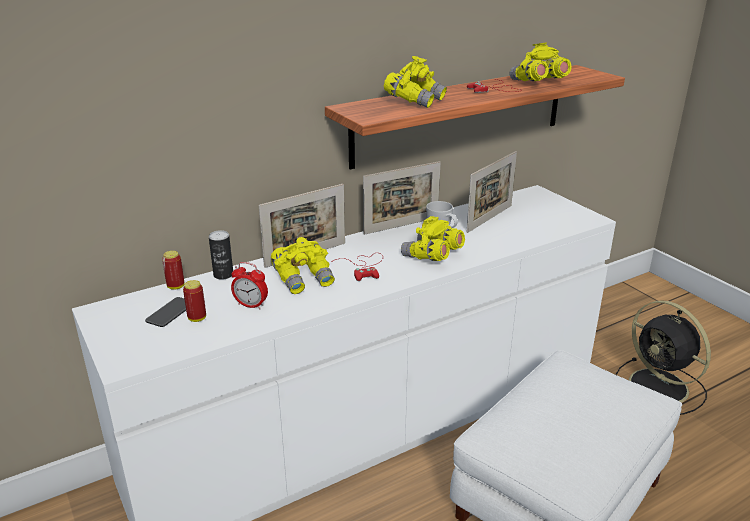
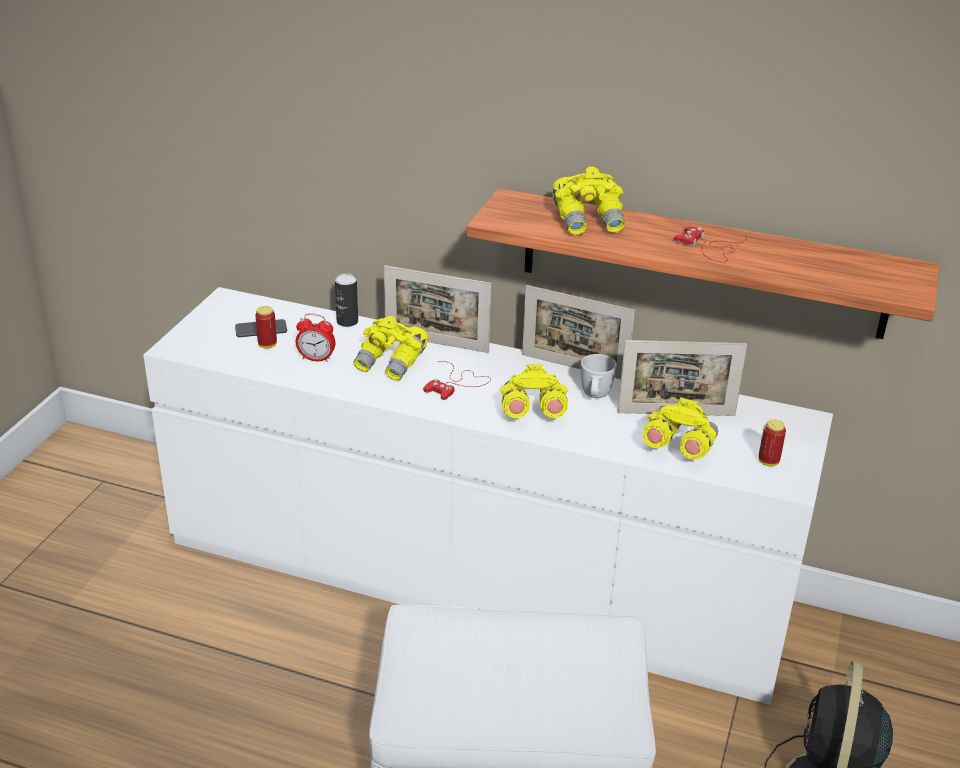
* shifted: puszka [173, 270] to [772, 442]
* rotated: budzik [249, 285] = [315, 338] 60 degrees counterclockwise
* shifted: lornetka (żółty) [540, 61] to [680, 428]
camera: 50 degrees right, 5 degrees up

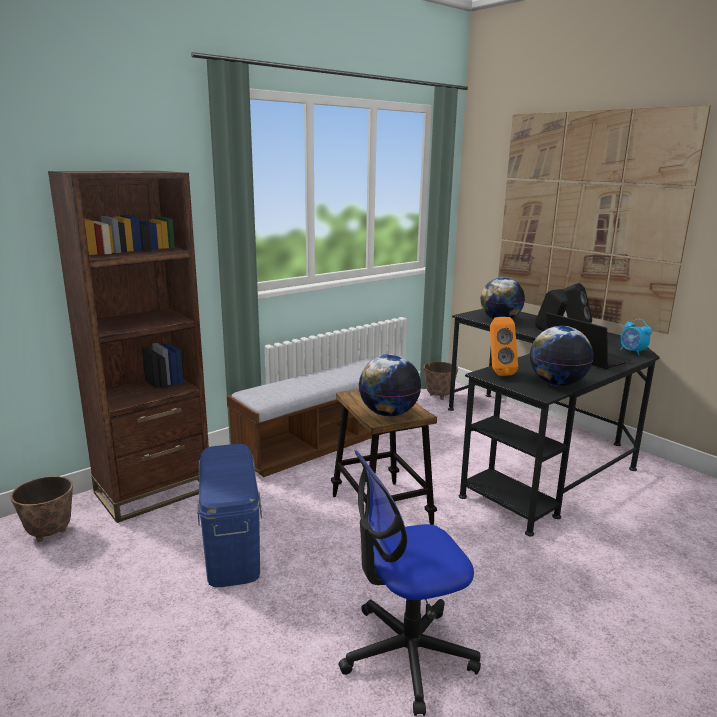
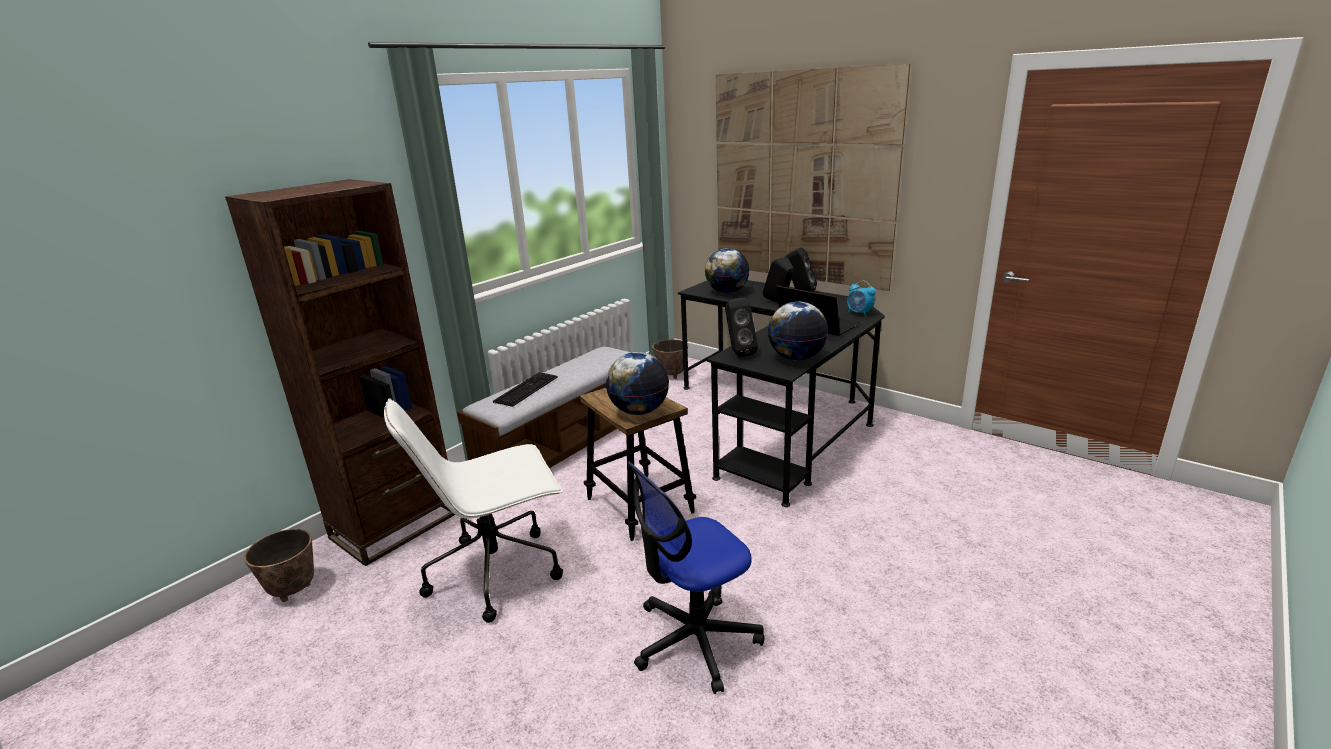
* swapped: pojemnik do przechowywania (niebieski) [229, 515] to krzesło biurowe (biały) [473, 510]
* repainted: głośnik (pomarańczowy) [504, 346] to głośnik (czarny) [741, 327]
* new: klawiatura [525, 389]
camera: 10 degrees left, 5 degrees up

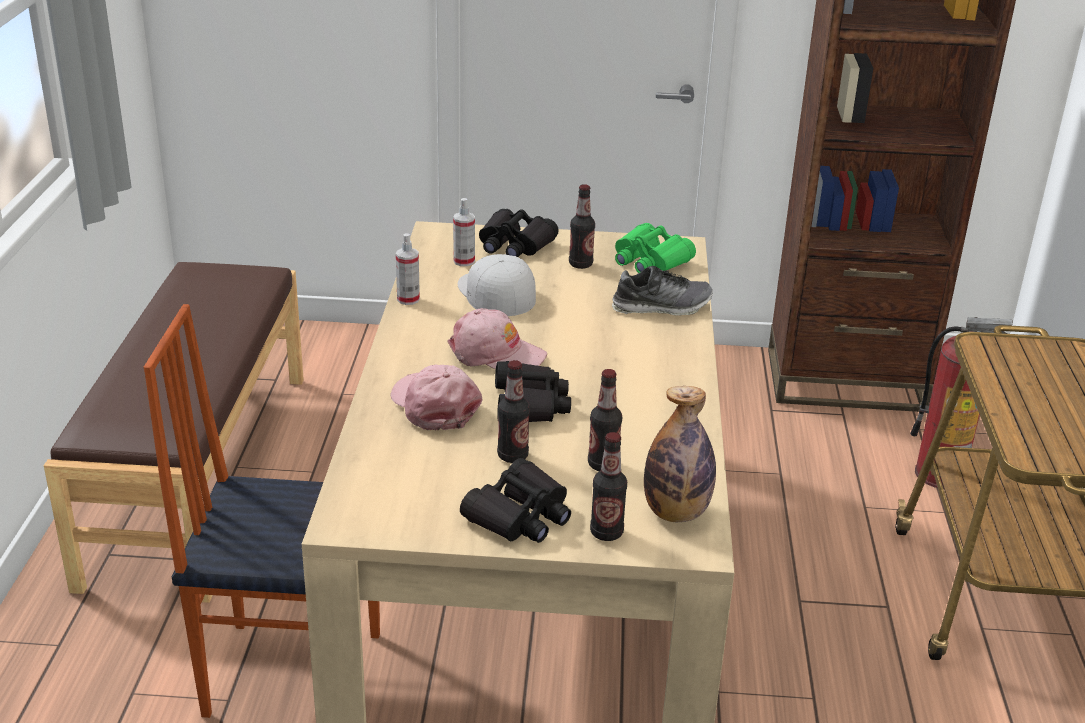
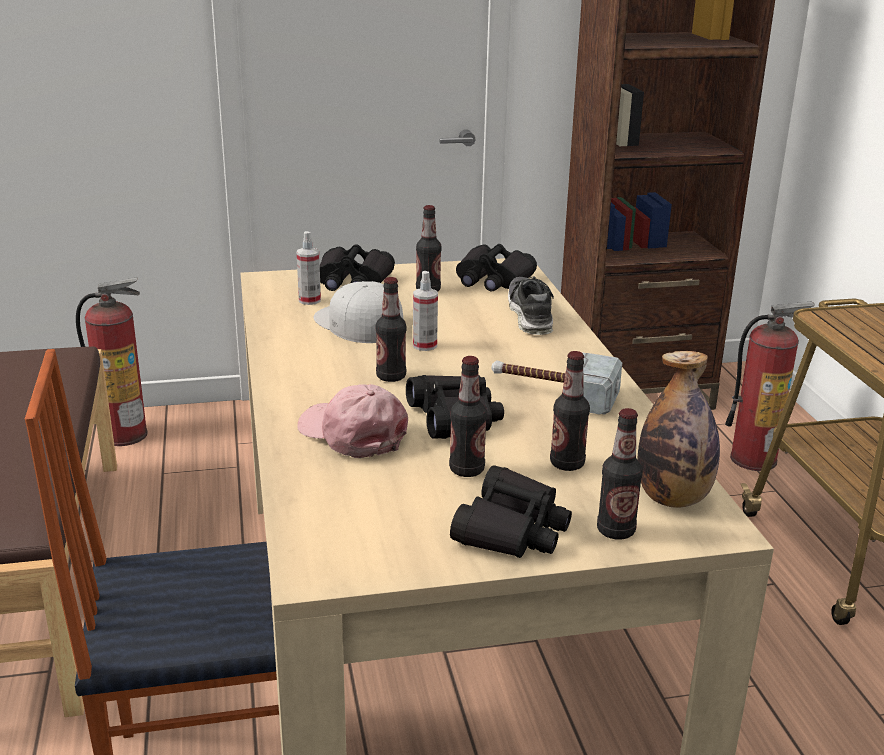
* shifted: spryskiwacz [408, 269] to [425, 311]
* swapped: czapka z daszkiem (różowy) [497, 339] to butelka [391, 329]
* rotated: but [662, 291] = [531, 306] 75 degrees counterclockwise
* repainted: lornetka (zielony) [655, 248] to lornetka (czarny) [496, 267]
* new: gaśnica [112, 361]
* new: młotek [556, 383]
camera: 15 degrees left, 5 degrees down

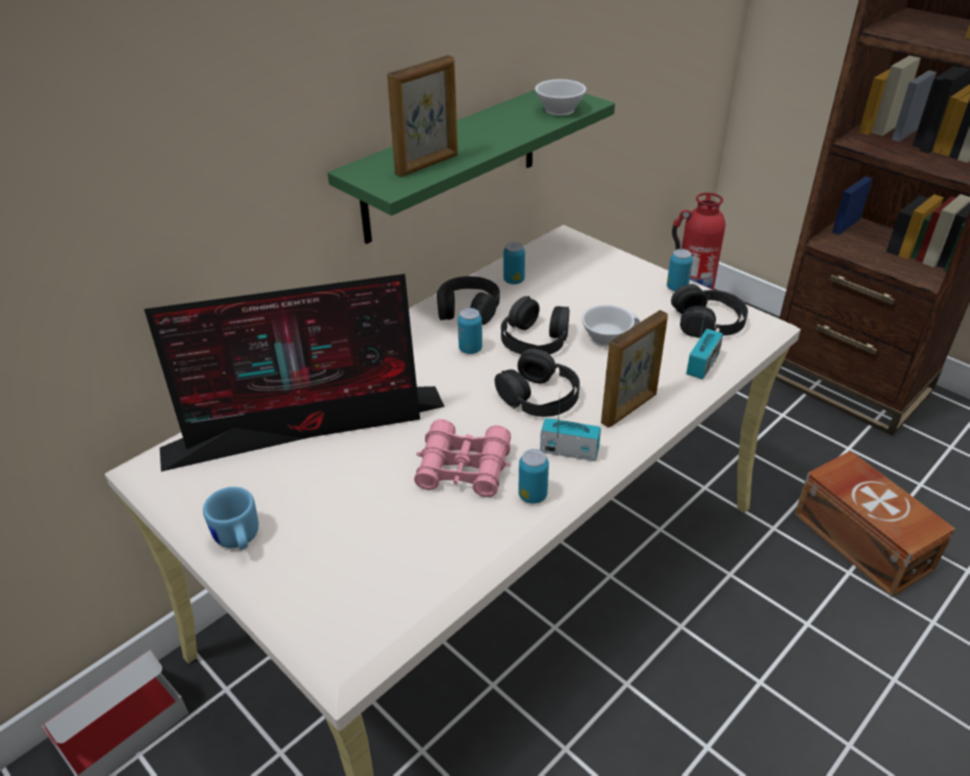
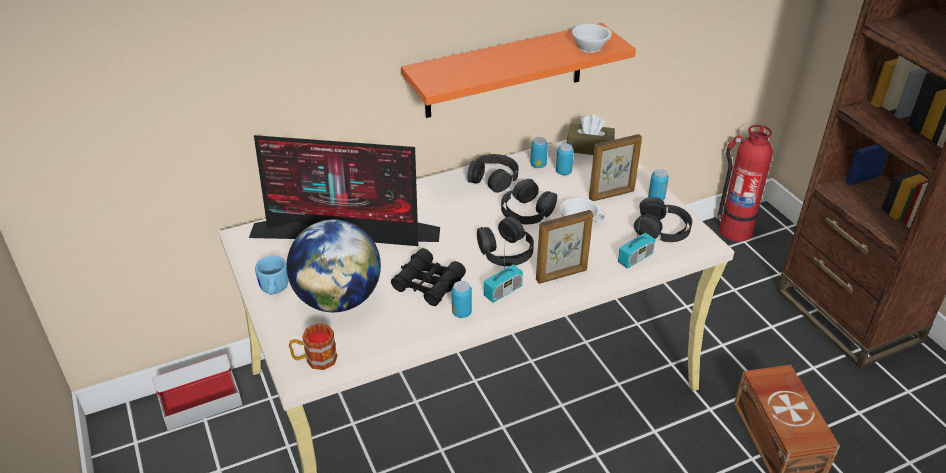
* repainted: półka (zielony) [471, 167] to półka (pomarańczowy) [518, 70]
* shifted: ramka na zdjęcie [422, 116] to [615, 167]
* repainted: lornetka (różowy) [462, 458] to lornetka (czarny) [428, 277]
* shifted: puszka [470, 331] to [565, 159]
* rotated: radio [570, 430] = [503, 278] 105 degrees clockwise
* new: globus [334, 265]
* new: kubek [313, 347]
* new: pudełko chusteczek (brązowy) [591, 135]
camera: 20 degrees right, 0 degrees up

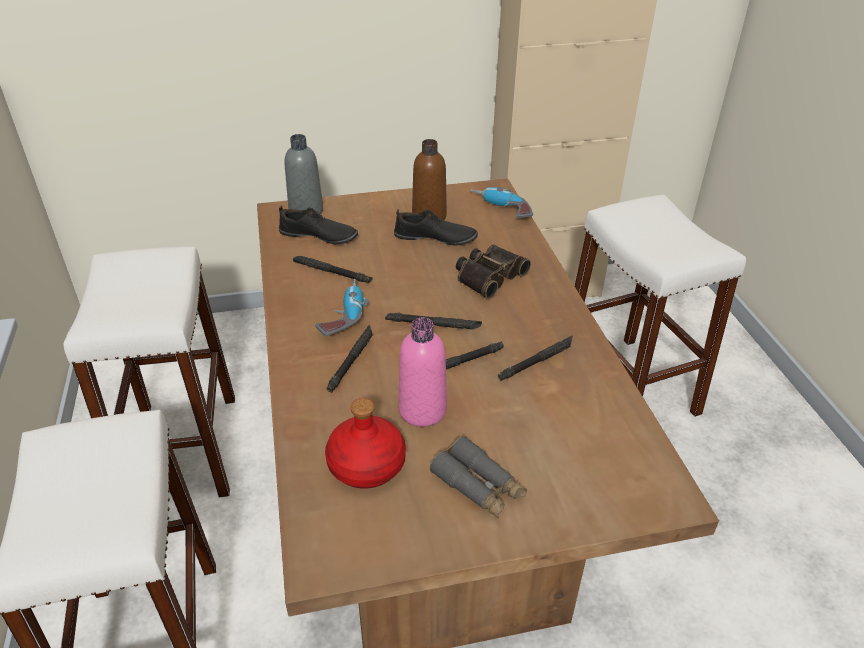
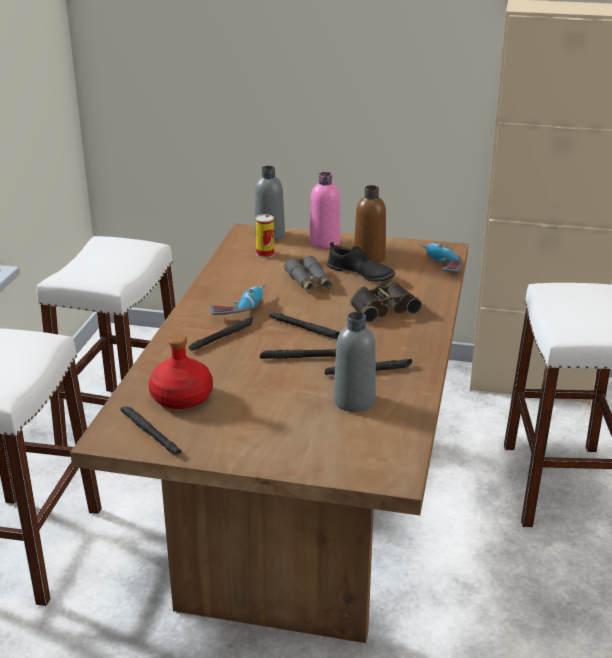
* swapped: but (czarny) [318, 225] to puszka [264, 236]
* shifted: latarka (czarny) [333, 269] to [151, 430]
* shifted: butelka (różowy) [423, 372] to [324, 210]
* shifted: lornetka (szary) [478, 477] to [308, 274]
* new: butelka (szary) [355, 362]
camera: 25 degrees right, 10 degrees down

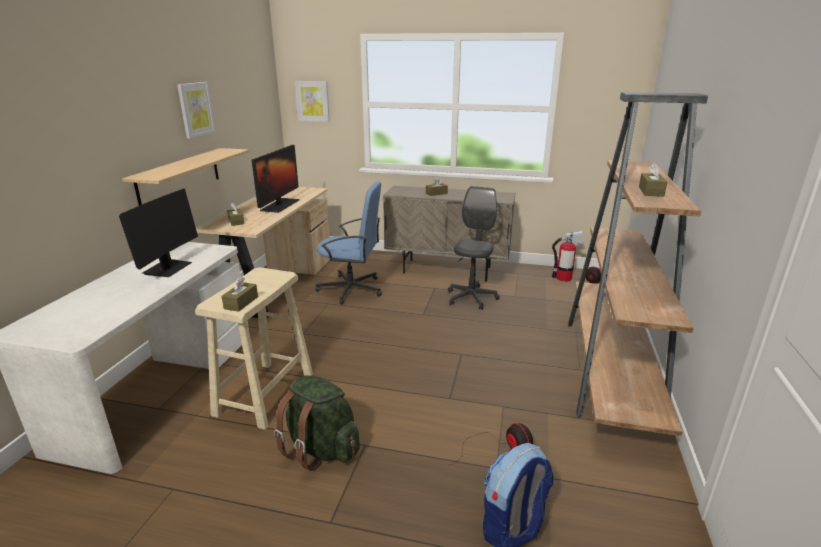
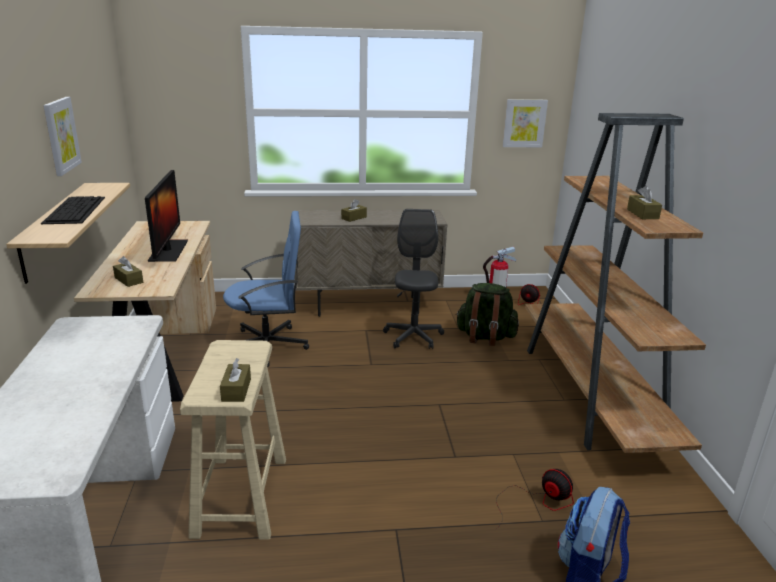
* gone: monitor [158, 232]
* shifted: plecak (zielony) [317, 423] to [487, 314]
* shifted: obraz [312, 101] to [525, 123]
* new: klawiatura [73, 210]
camera: 20 degrees left, 0 degrees up

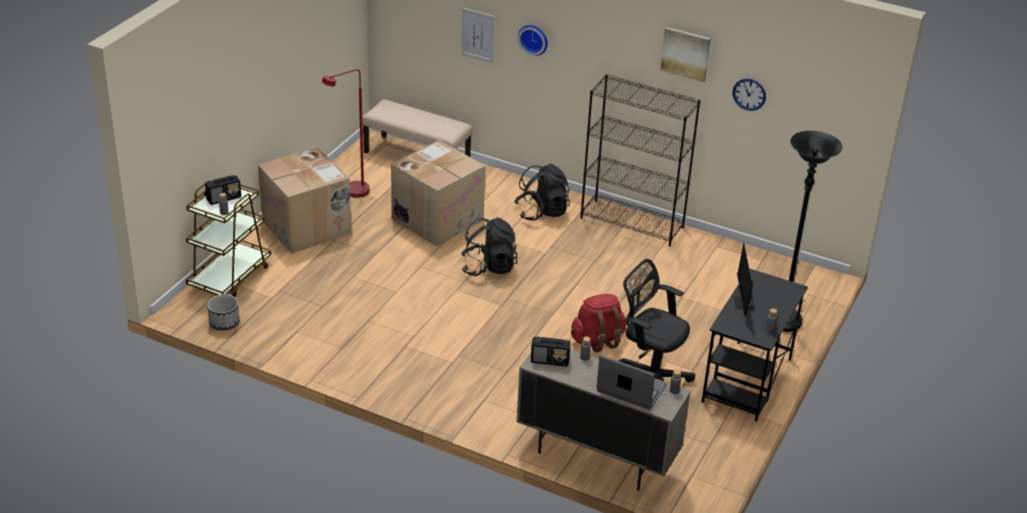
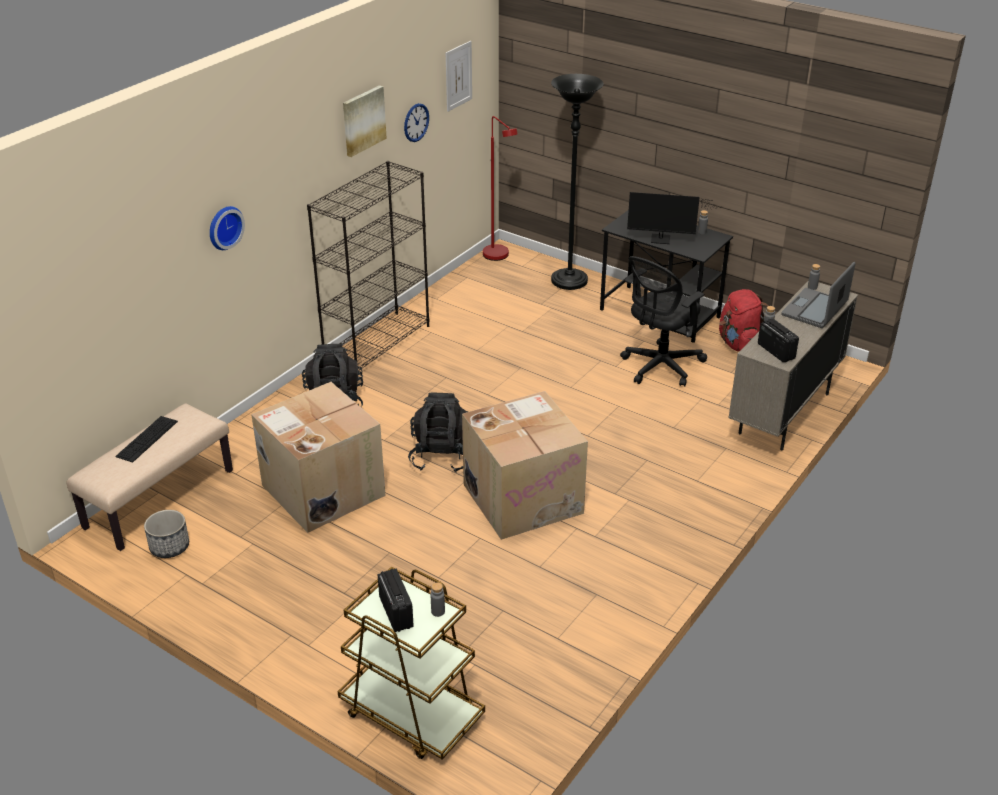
* shifted: donica [223, 312] to [166, 534]
* shifted: karton [304, 200] to [525, 465]
* shifted: lampa stojąca (czerwony) [346, 133] to [500, 188]
* shifted: obraz [478, 35] to [459, 76]
* rotated: radio [551, 351] = [778, 340] 45 degrees counterclockwise
* shifted: plecak (czerwony) [598, 323] to [744, 320]
* new: klawiatura [147, 439]
camera: 80 degrees left, 0 degrees up

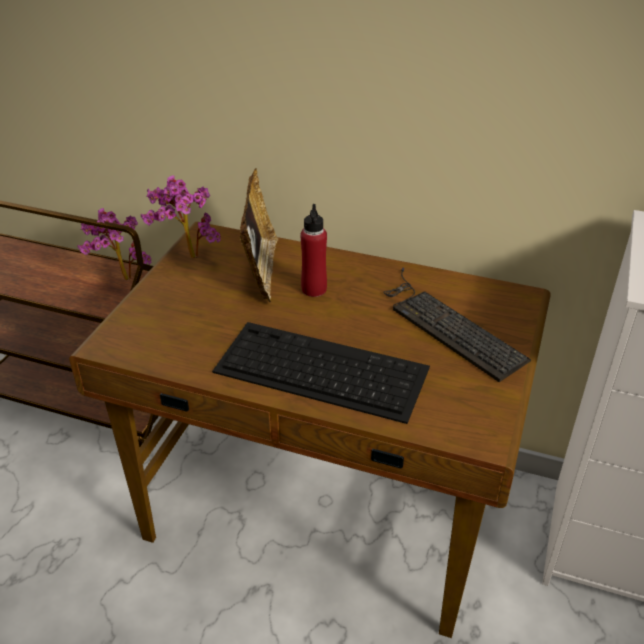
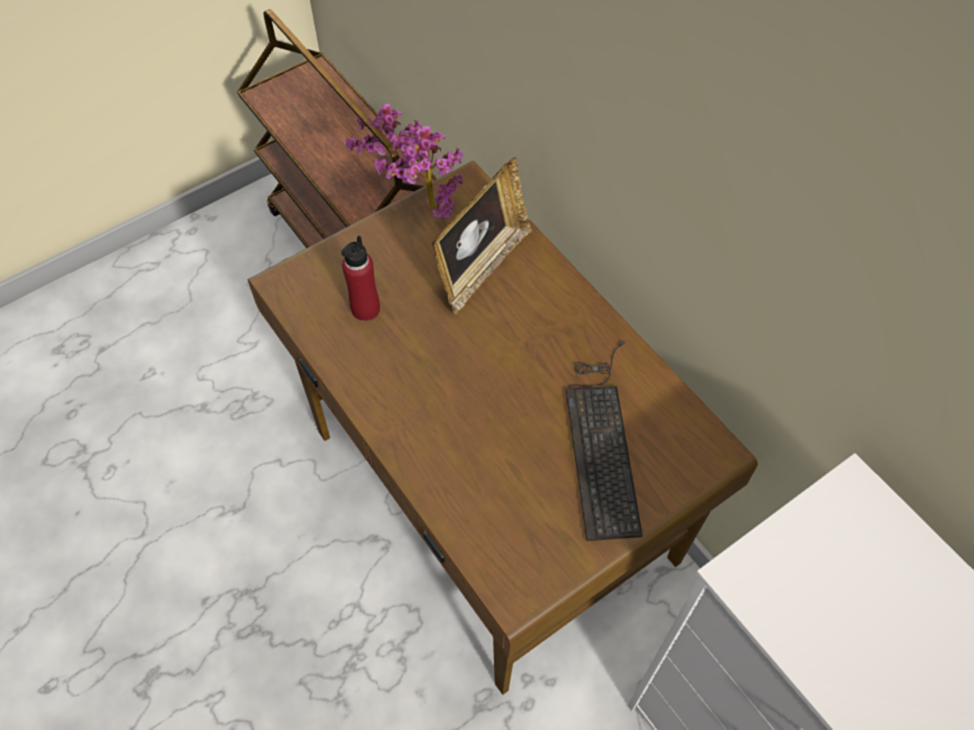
* gone: klawiatura [321, 373]
* shifted: butelka (czerwony) [313, 250] to [360, 278]
camera: 35 degrees right, 20 degrees up

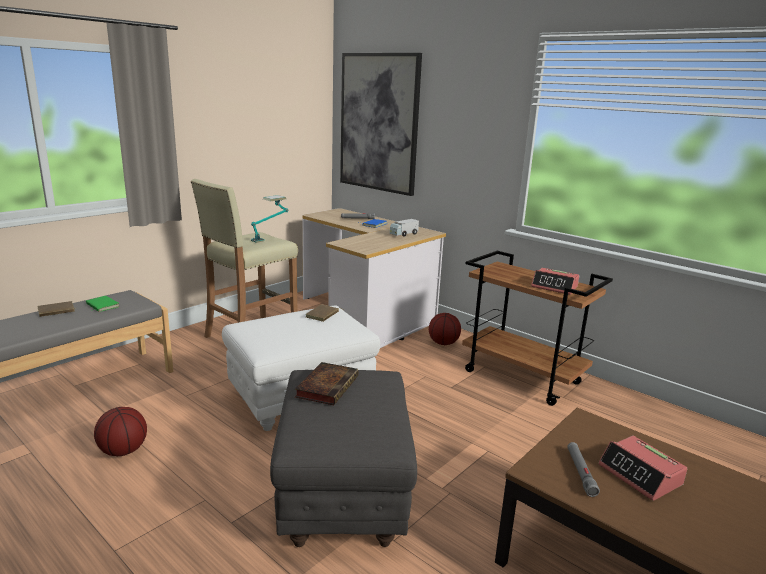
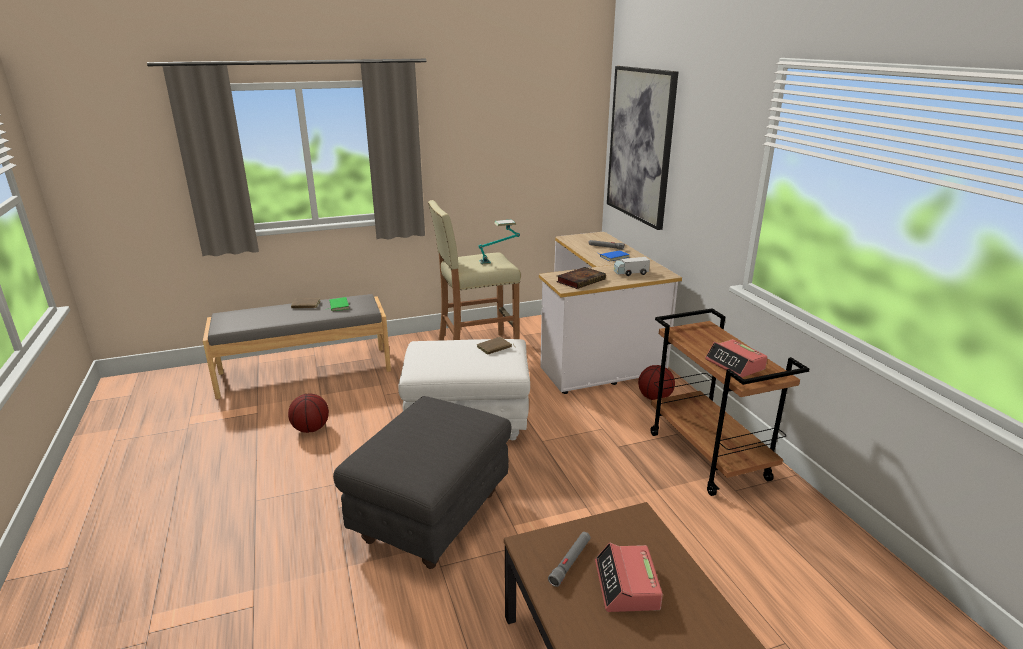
* shifted: książka [327, 383] to [581, 278]
camera: 30 degrees right, 5 degrees up

